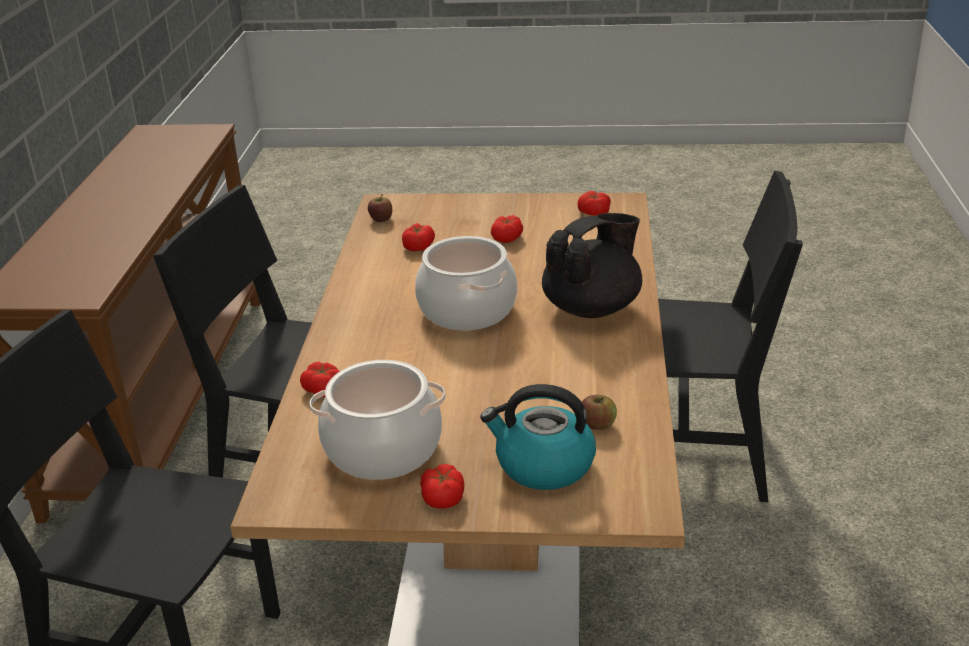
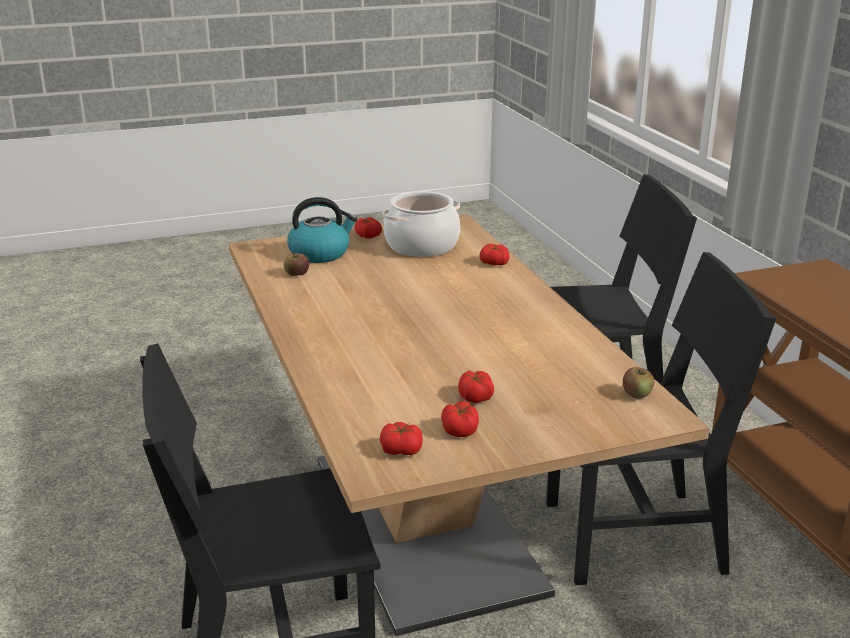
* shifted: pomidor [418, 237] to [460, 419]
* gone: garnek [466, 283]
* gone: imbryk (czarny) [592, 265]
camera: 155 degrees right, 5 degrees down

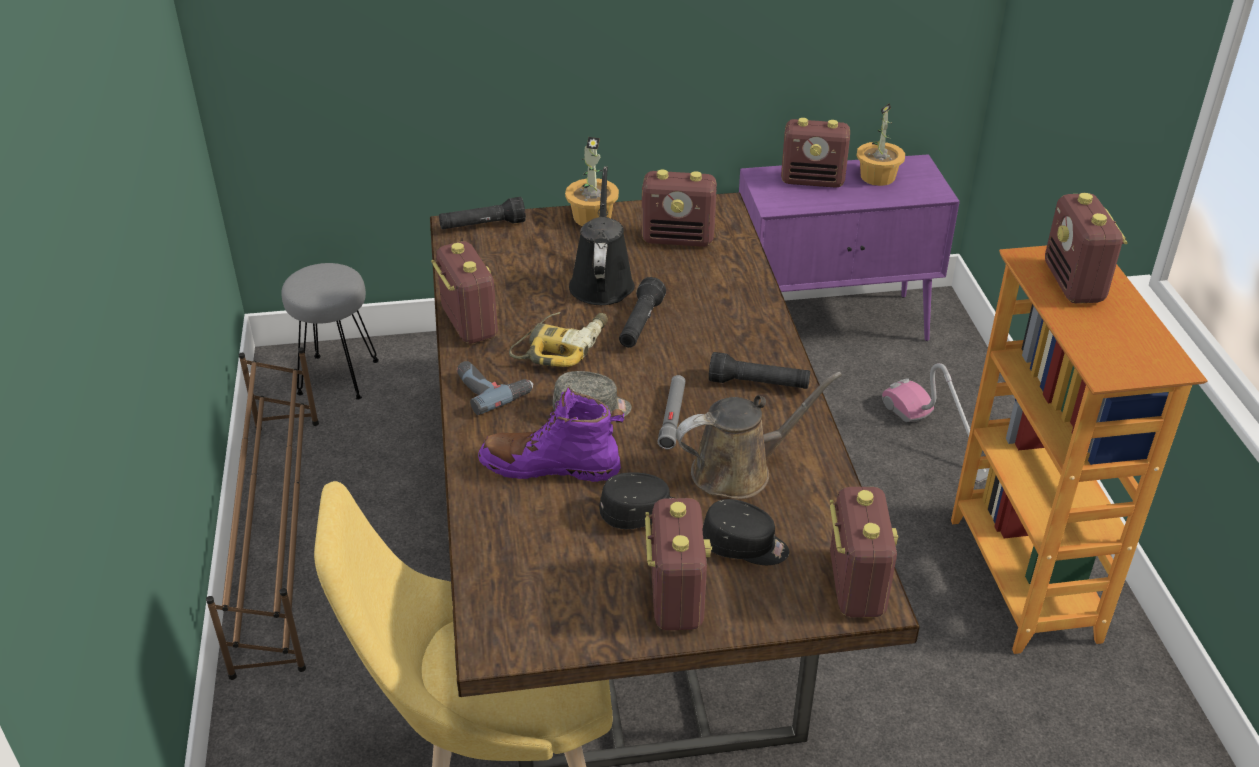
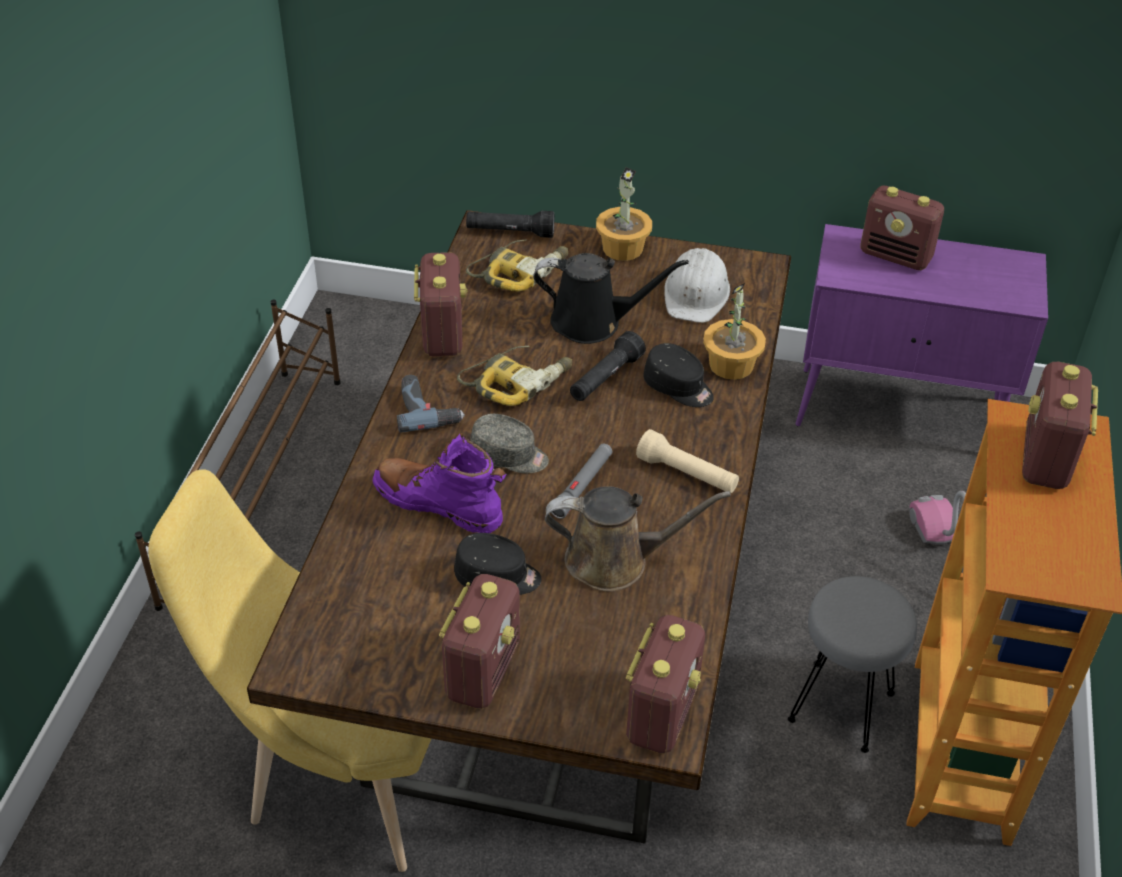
* shifted: stołek (szary) [330, 331] to [852, 664]
* rotated: konewka (czarny) [602, 235] = [611, 298] 75 degrees clockwise
* swapped: radio [679, 208] to kask (biały) [697, 285]
* shifted: czapka z daszkiem (czarny) [746, 532] to [678, 375]
* repainted: latarka (czarny) [759, 370] to latarka (beżowy) [687, 461]
* shifted: roślina doniczkowa [880, 144] to [734, 331]
* new: wiertarka [517, 265]
camera: 20 degrees right, 5 degrees up

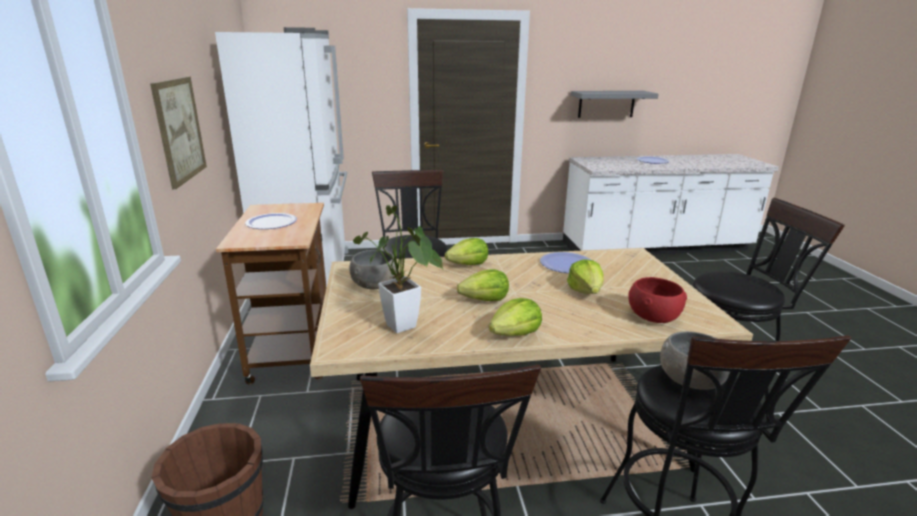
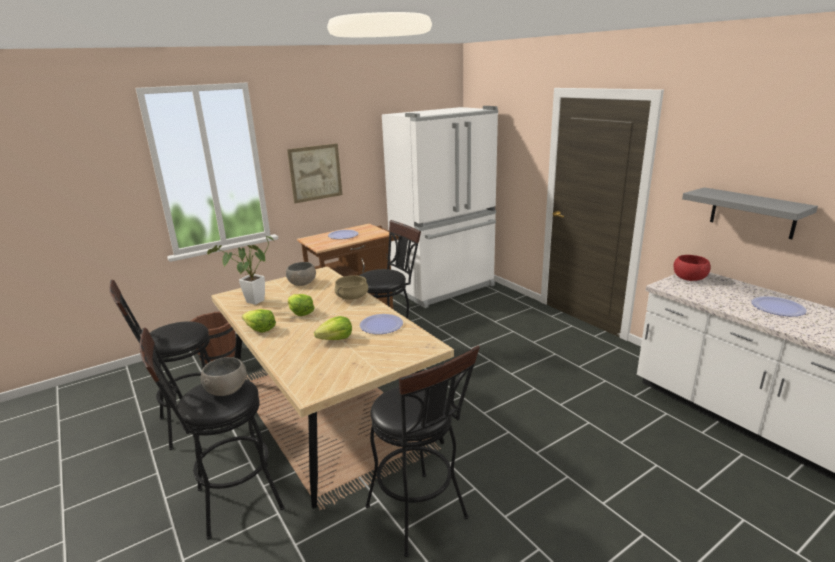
* swapped: sałata [466, 251] to garnek (beżowy) [351, 287]
* shifted: miska (czerwony) [657, 300] to [692, 268]
camera: 65 degrees right, 0 degrees up

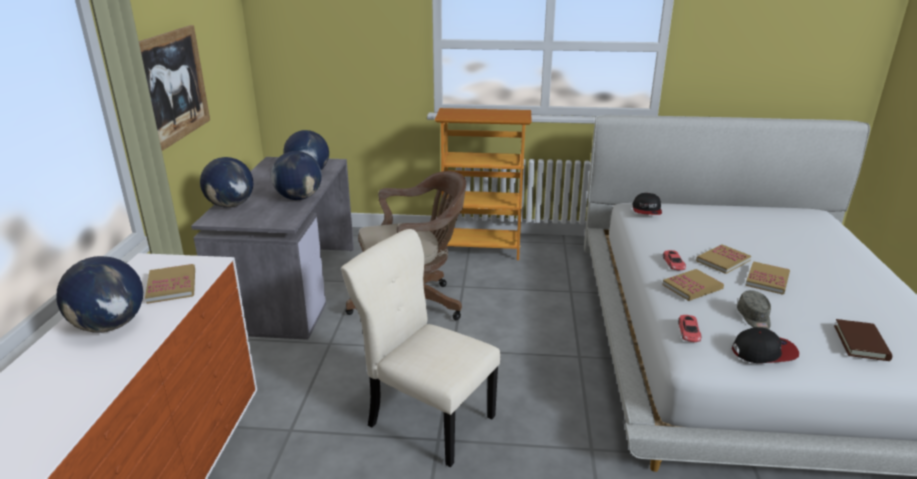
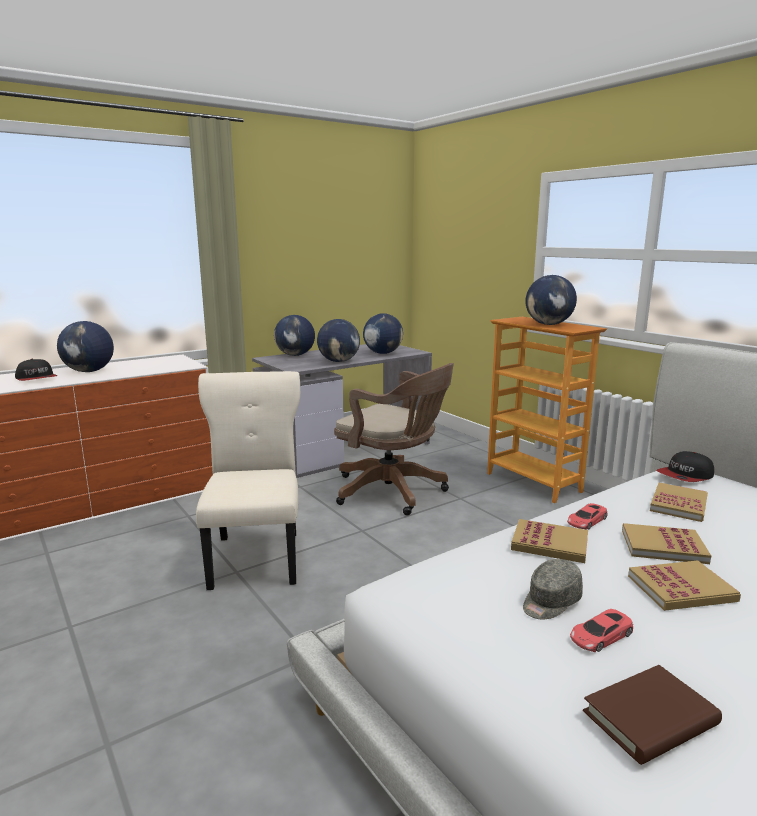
* gone: obraz [174, 88]
* shifted: książka [170, 284] to [679, 502]
* shifted: samochodzik (czerwony) [689, 328] to [601, 630]
* shifted: czapka z daszkiem [765, 345] to [36, 370]
* new: globus [551, 300]
camera: 50 degrees right, 10 degrees down

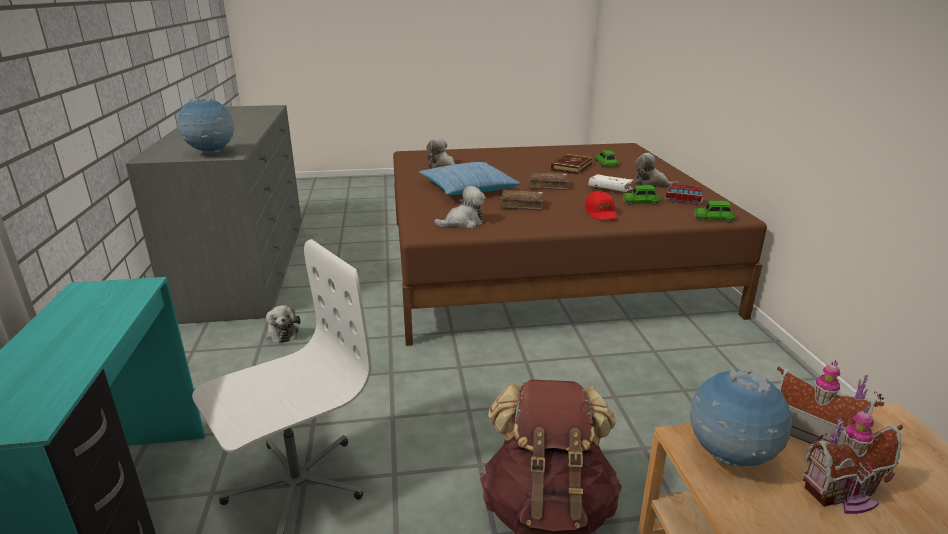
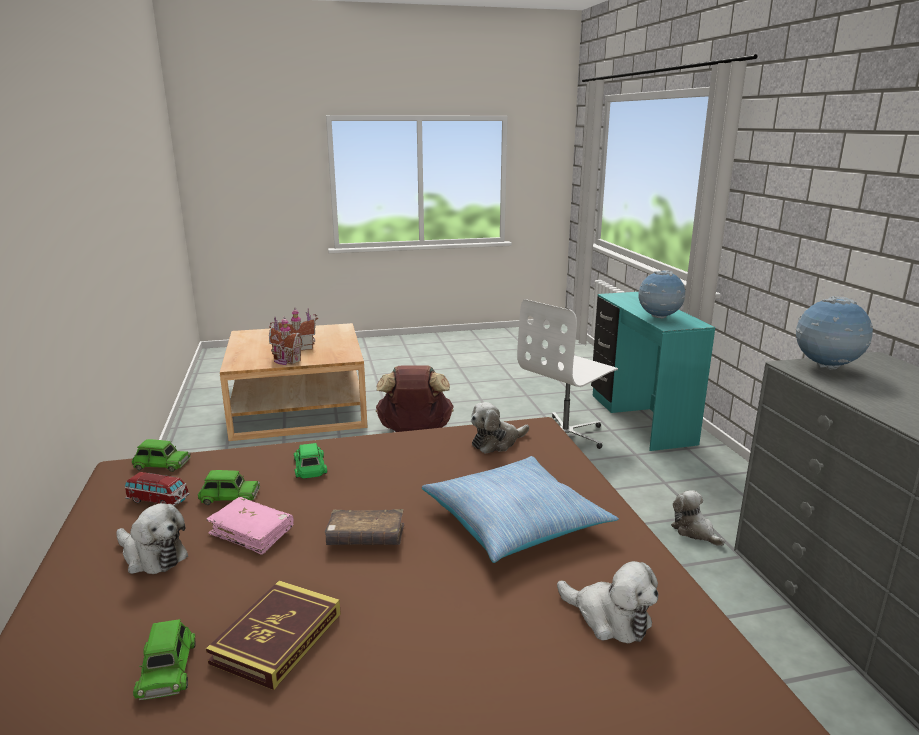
* gone: książka (brązowy) [522, 200]
* swapped: czapka z daszkiem (czerwony) [601, 205] to samochodzik (zielony) [310, 460]
* repainted: książka (biały) [611, 183] to książka (różowy) [250, 526]
* shifted: globus [741, 418] to [662, 294]
camera: 175 degrees right, 5 degrees down

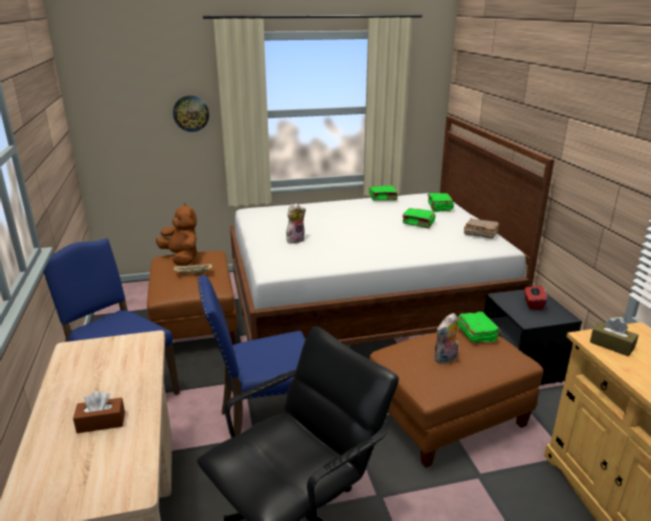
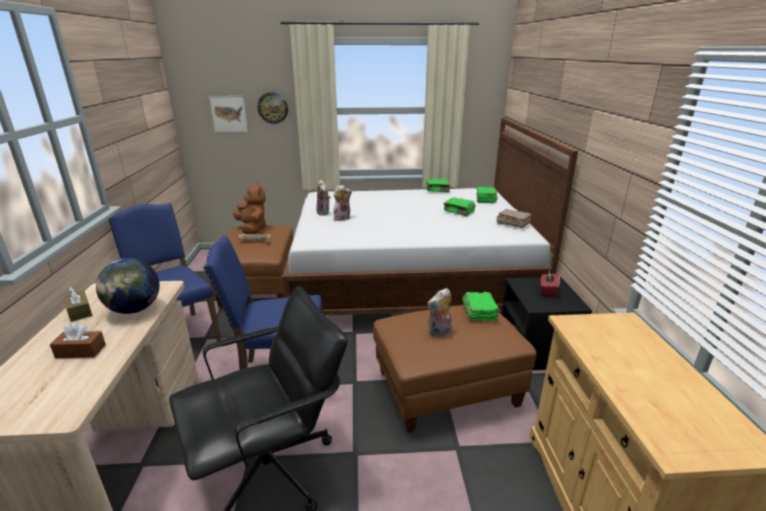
* shifted: pudełko chusteczek (brązowy) [614, 337] to [77, 304]
* new: globus [128, 286]
* new: obraz [228, 114]
* new: pluszak [323, 197]
camera: 10 degrees right, 0 degrees up

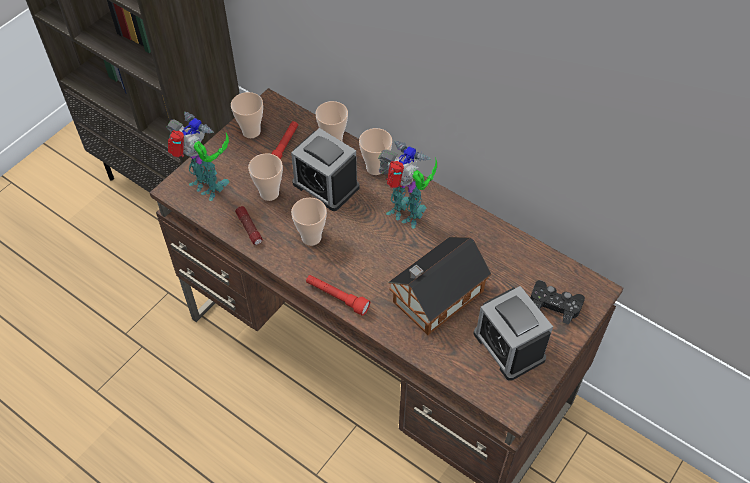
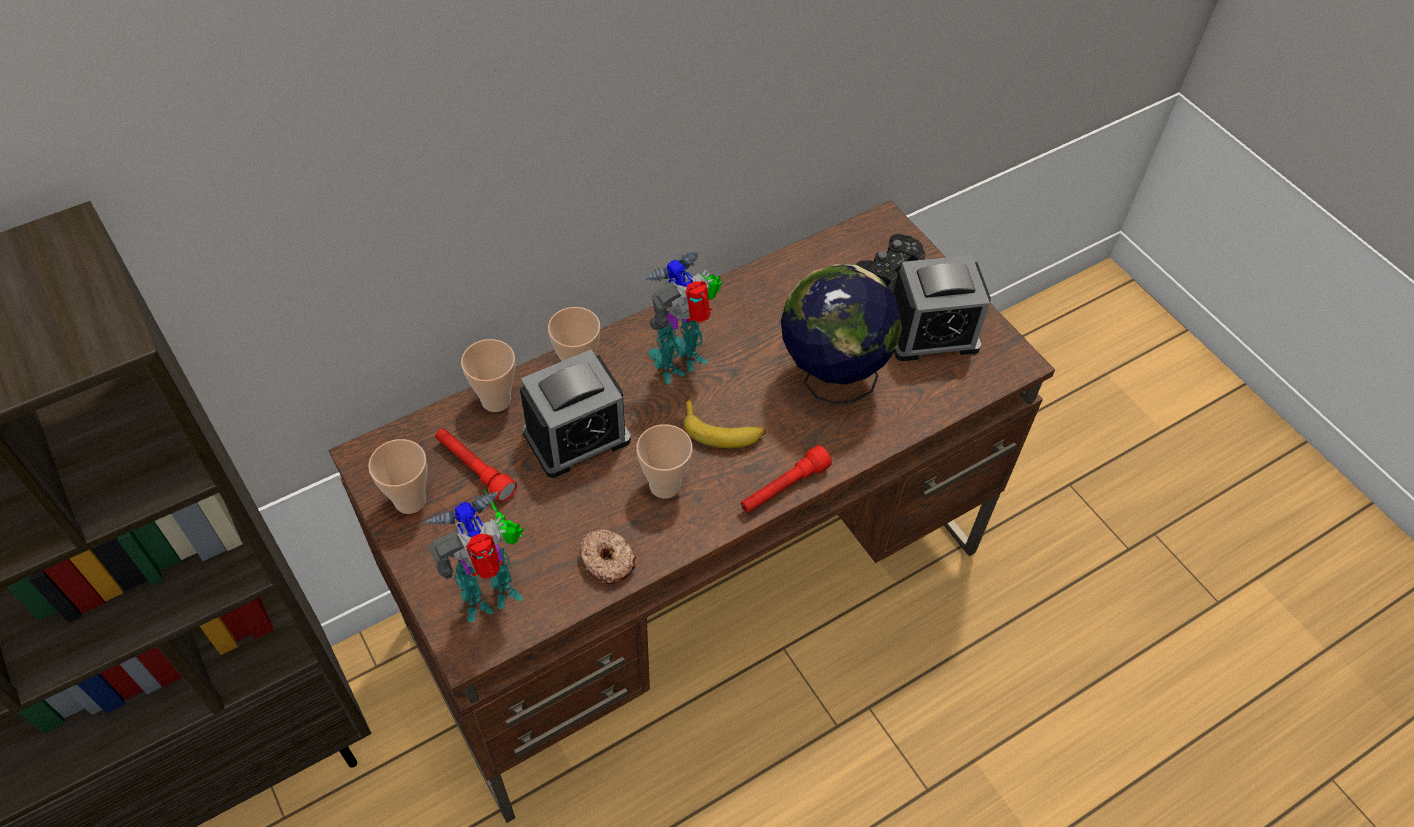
* swapped: latarka [248, 225] to donut [608, 556]
* gone: filiżanka [265, 177]
* swapped: domek [440, 286] to globus [841, 334]
* new: banan [725, 423]
camera: 70 degrees left, 0 degrees up

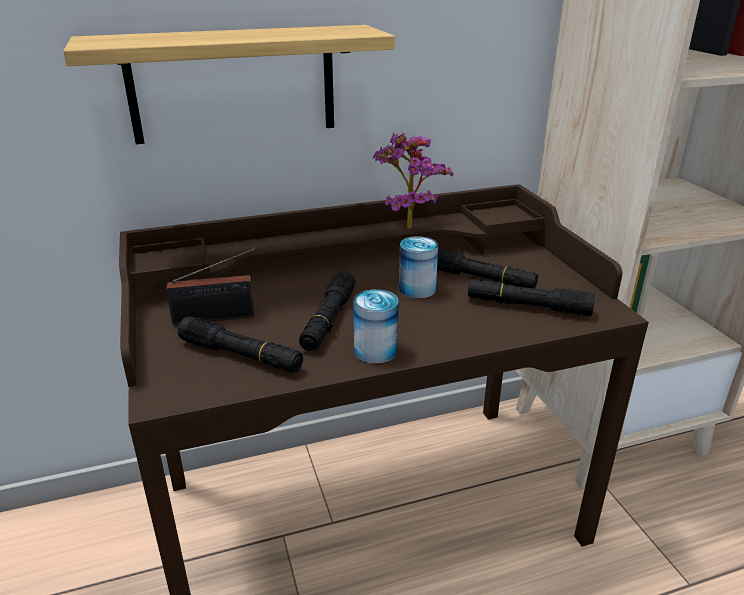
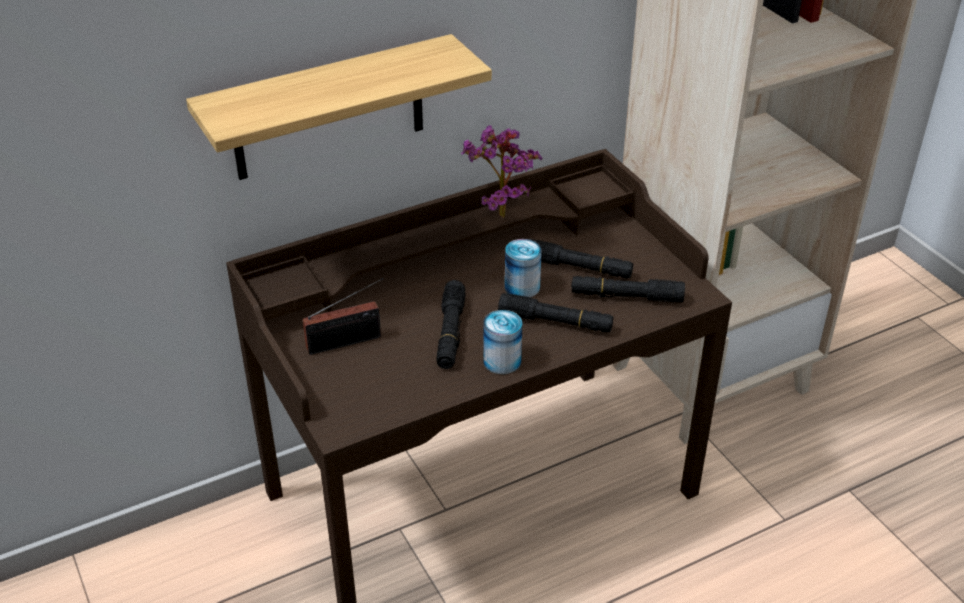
* shifted: latarka (czarny) [240, 344] to [555, 313]
camera: 10 degrees left, 10 degrees up

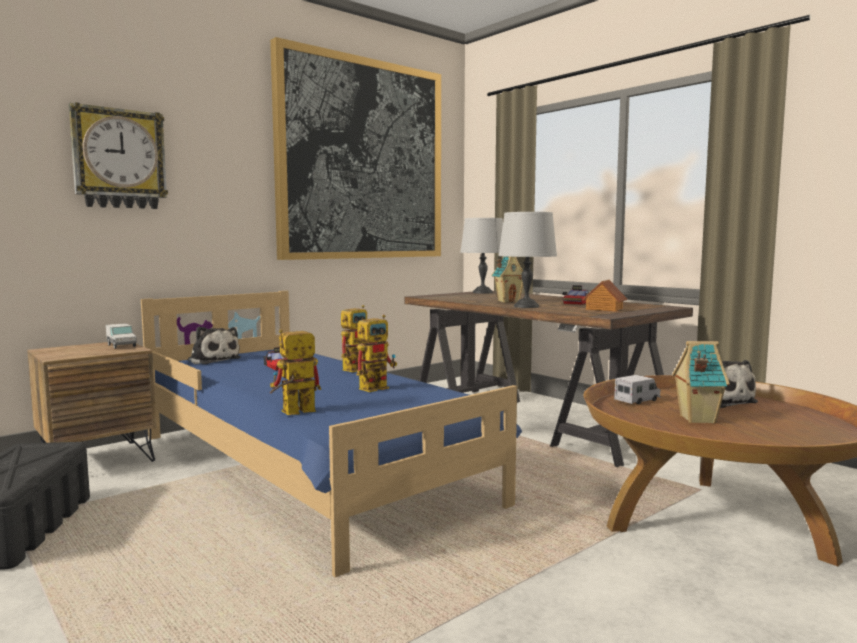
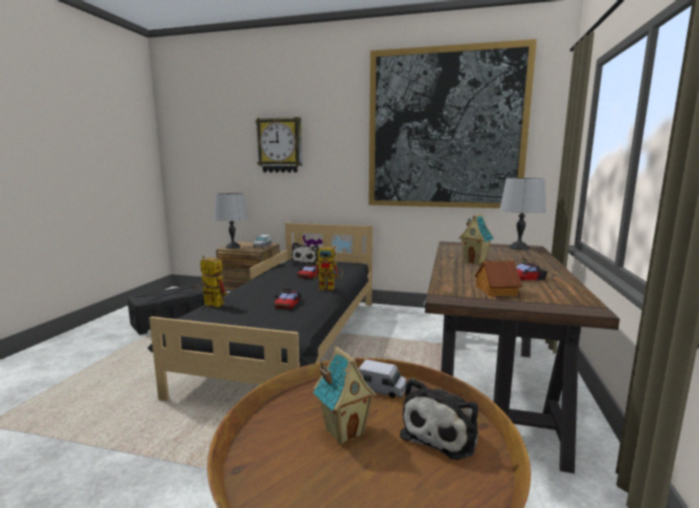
* repainted: łóżko (niebieski) [331, 434] to łóżko (czarny) [260, 312]
* swapped: robot zabawkowy [377, 353] to samochodzik [287, 299]
* shifted: lampa stołowa (szary) [527, 260] to [231, 221]
camera: 55 degrees right, 5 degrees up

